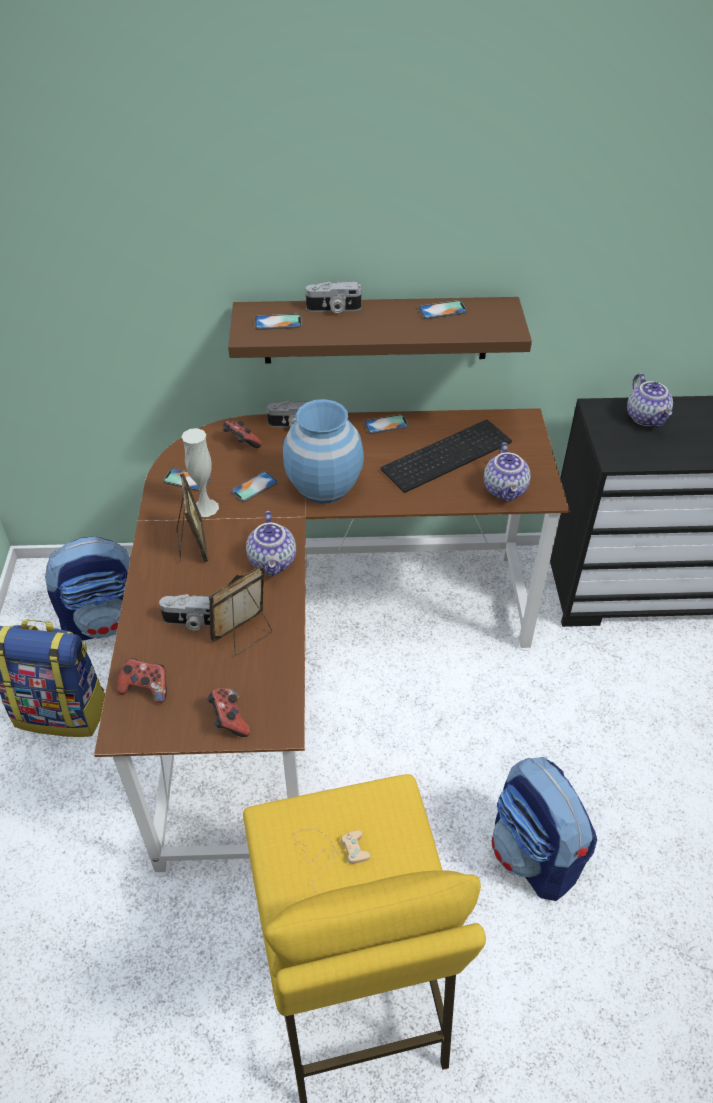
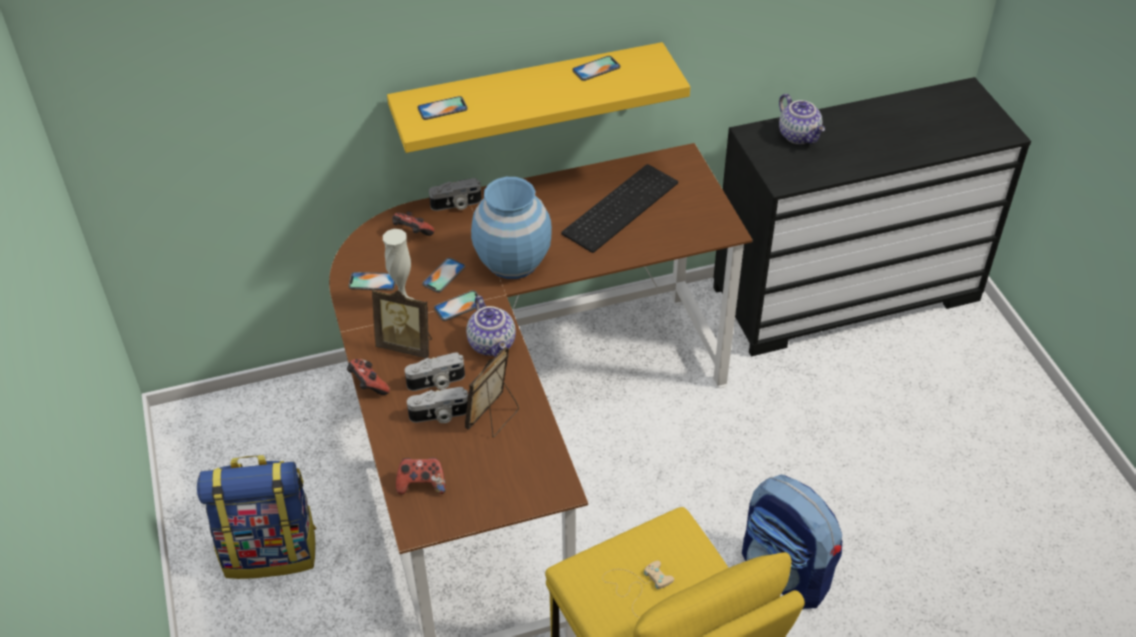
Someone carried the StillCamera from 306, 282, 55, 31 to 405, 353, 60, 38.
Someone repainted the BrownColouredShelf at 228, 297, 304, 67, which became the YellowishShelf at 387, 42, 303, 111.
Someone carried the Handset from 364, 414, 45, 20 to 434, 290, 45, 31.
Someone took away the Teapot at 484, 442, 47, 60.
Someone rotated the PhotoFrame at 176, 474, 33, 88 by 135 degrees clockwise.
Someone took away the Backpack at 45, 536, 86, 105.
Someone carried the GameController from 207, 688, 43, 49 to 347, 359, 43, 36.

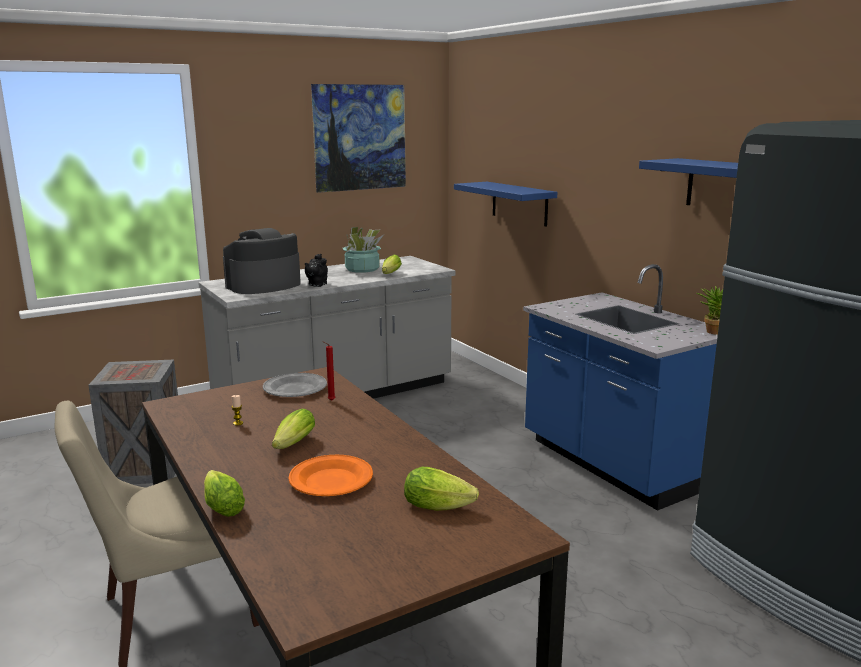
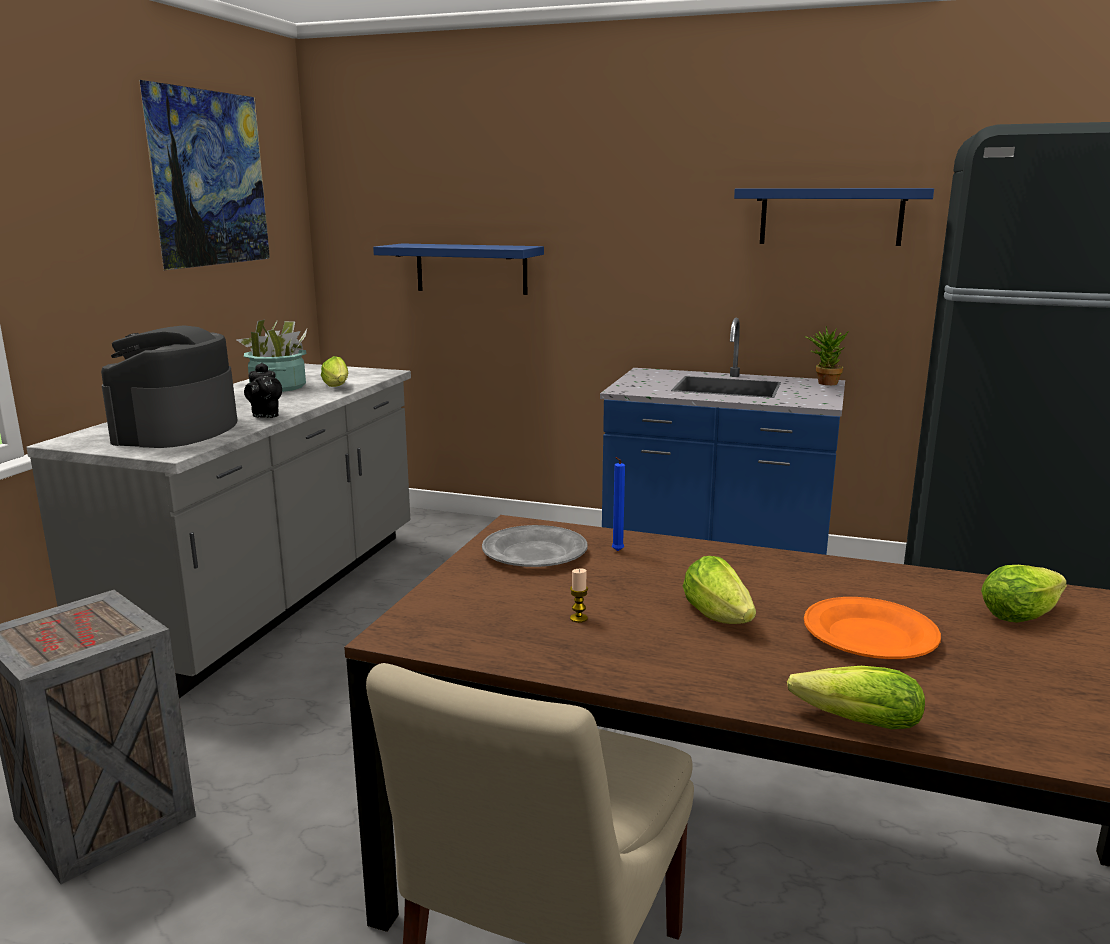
Someone repainted the ReddishWaxCandle at 322, 341, 13, 60, which became the BlueWaxCandle at 612, 457, 13, 94.

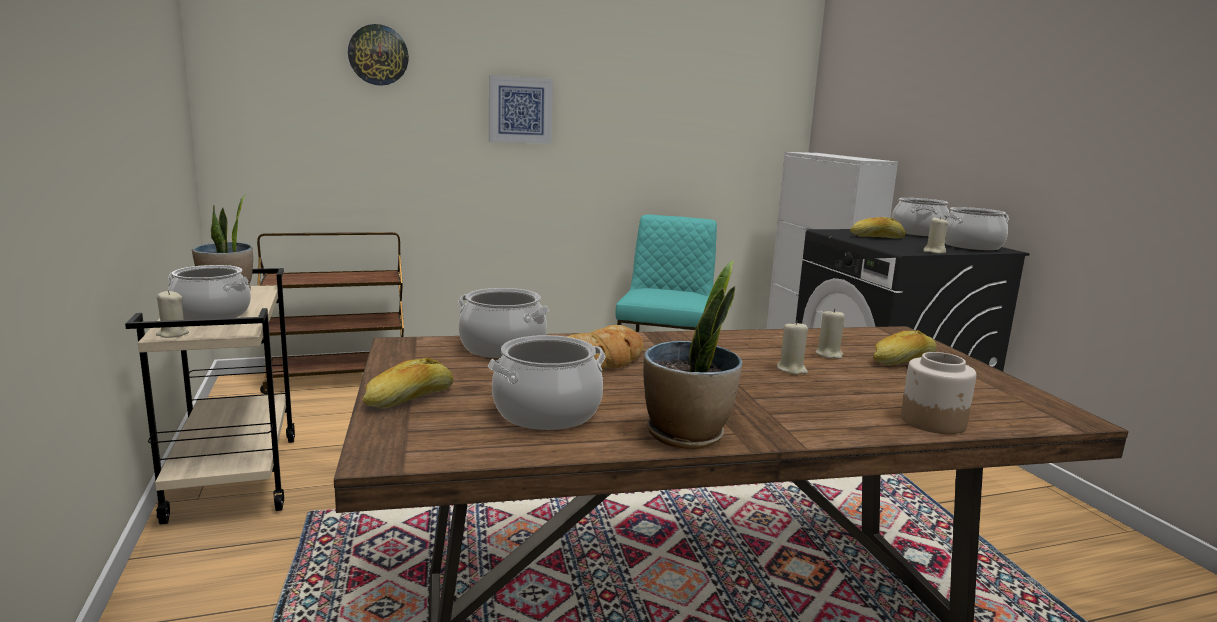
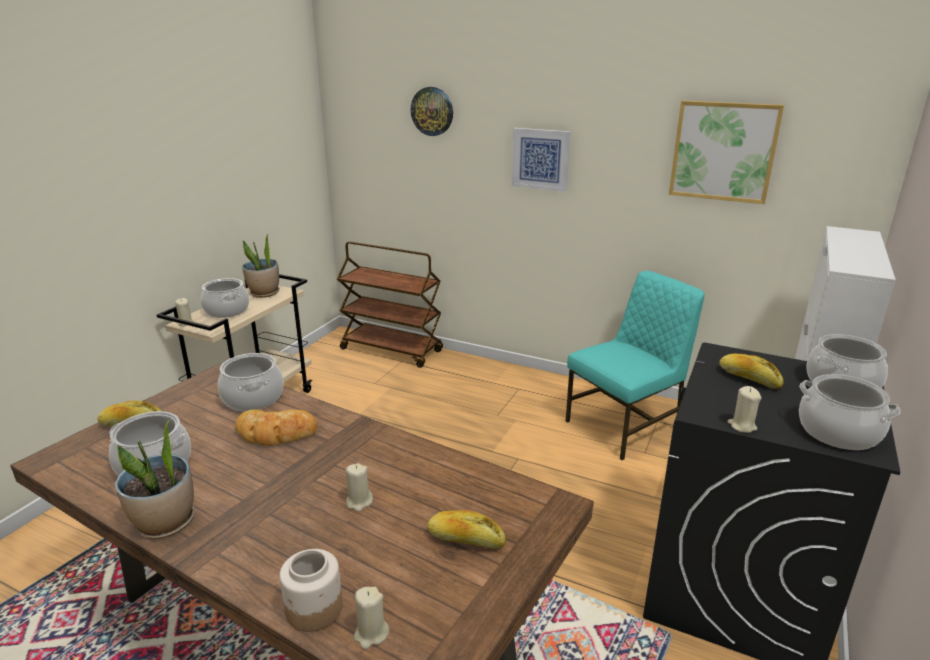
Someone carried the SandColouredWaxCandle from 816, 309, 29, 50 to 354, 587, 36, 62.
Someone put up the WallArt at 669, 101, 115, 103.

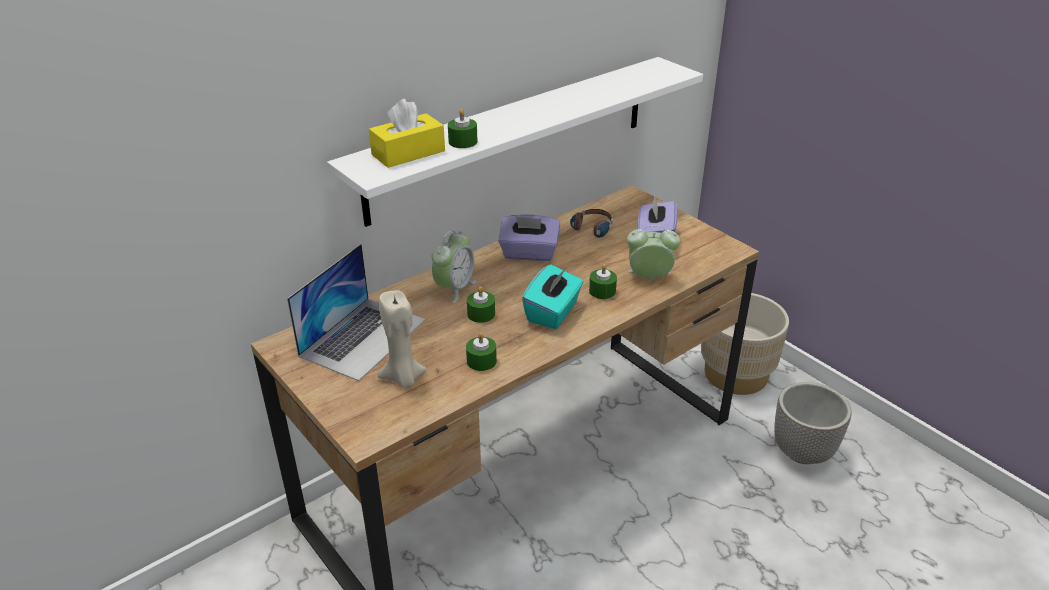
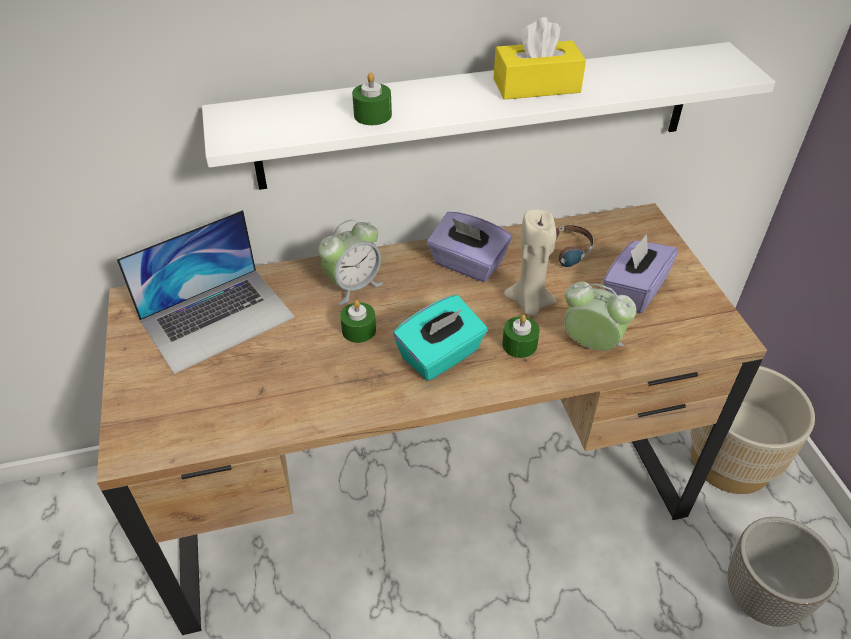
Someone carried the YellowishBoxOfTissues from 369, 99, 76, 69 to 494, 17, 92, 83.
Someone carried the SandColouredWaxCandle from 377, 291, 50, 96 to 504, 209, 53, 107.
Someone took away the GreenishWaxCandle at 466, 333, 31, 38.

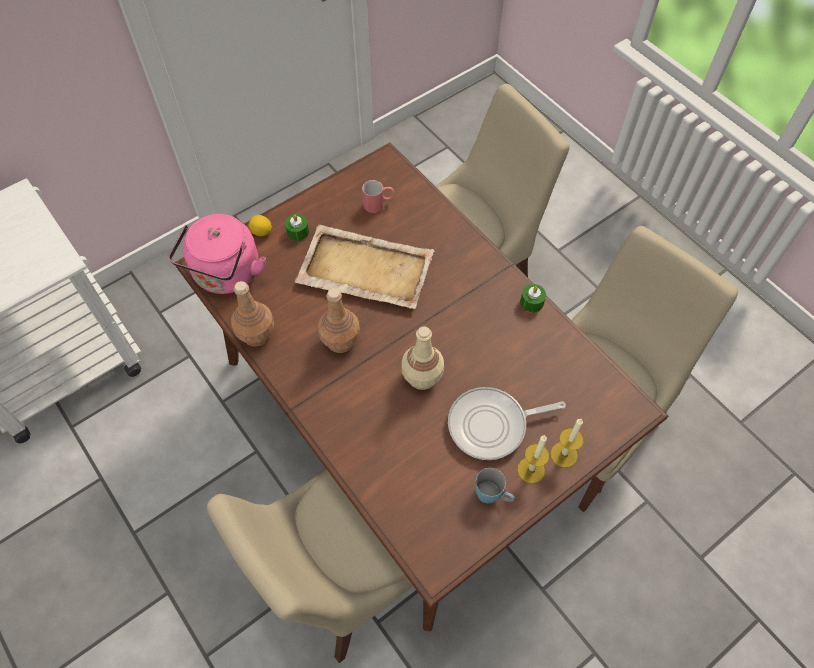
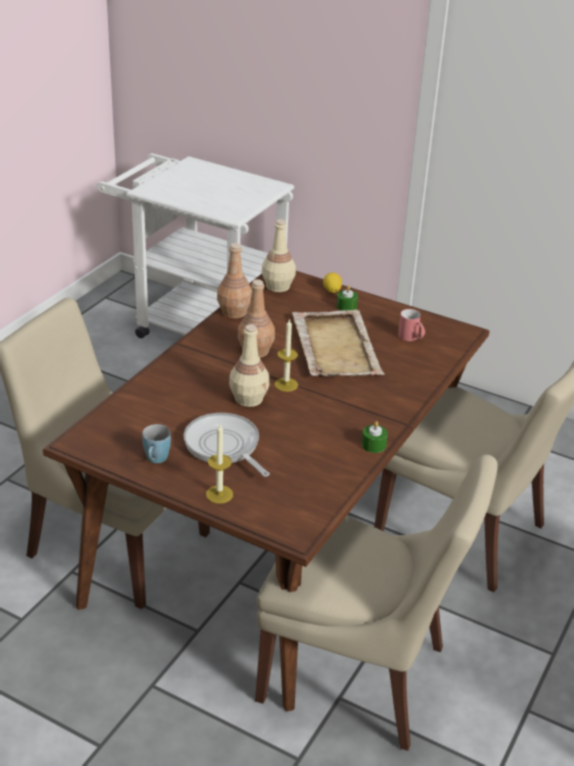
Someone swapped the PinkishWaterKettle at 168, 214, 98, 80 for the SandColouredDrinkBottle at 262, 219, 34, 73.
Someone carried the WaxCandle from 517, 435, 32, 49 to 274, 318, 24, 74.

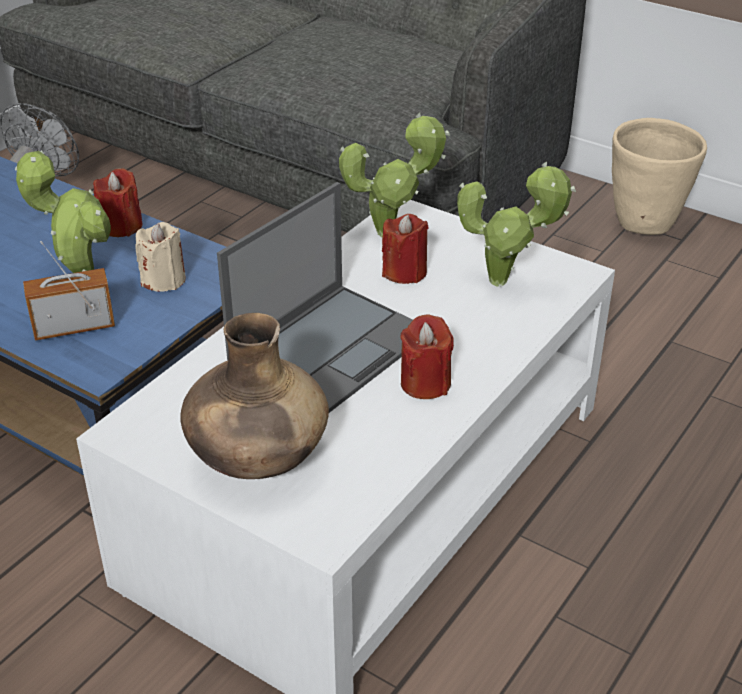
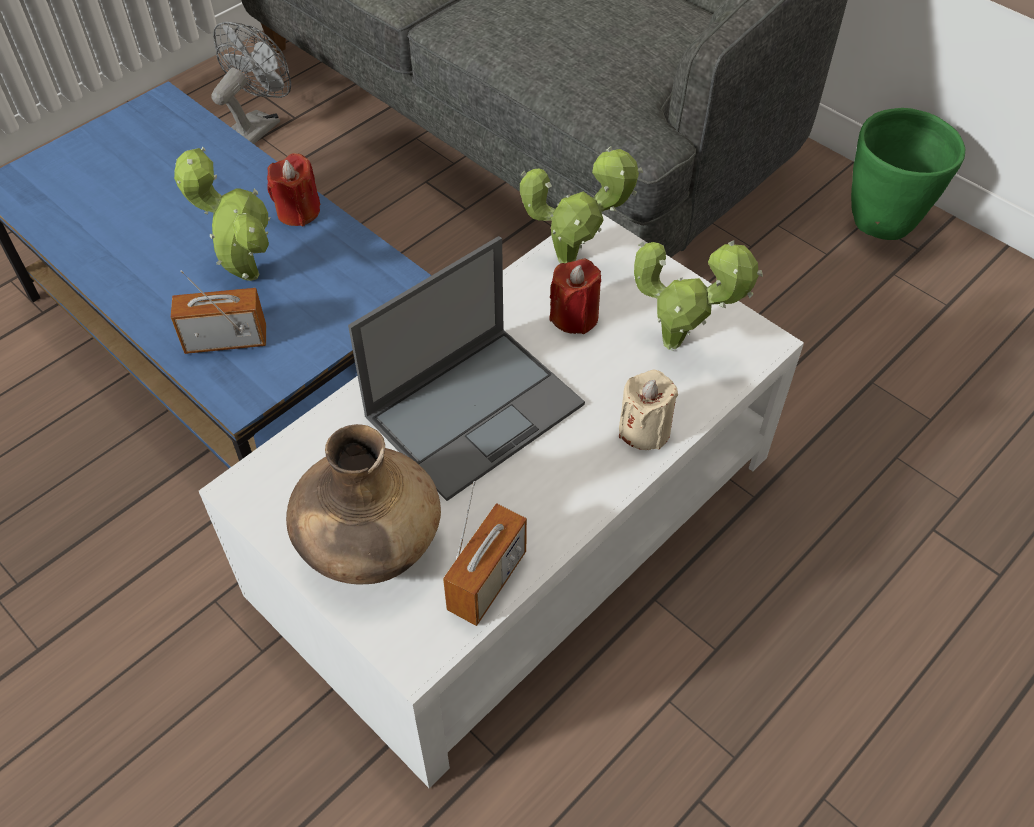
Someone repainted the SandColouredPlanter at 612, 118, 95, 117, which became the GreenishPlanter at 851, 108, 114, 132.
Someone carried the SandColouredWaxCandle from 135, 222, 51, 70 to 619, 370, 59, 80.
Someone took away the ReddishWaxCandle at 401, 314, 53, 85.
Someone put down the RadioReceiver at 443, 481, 84, 145.

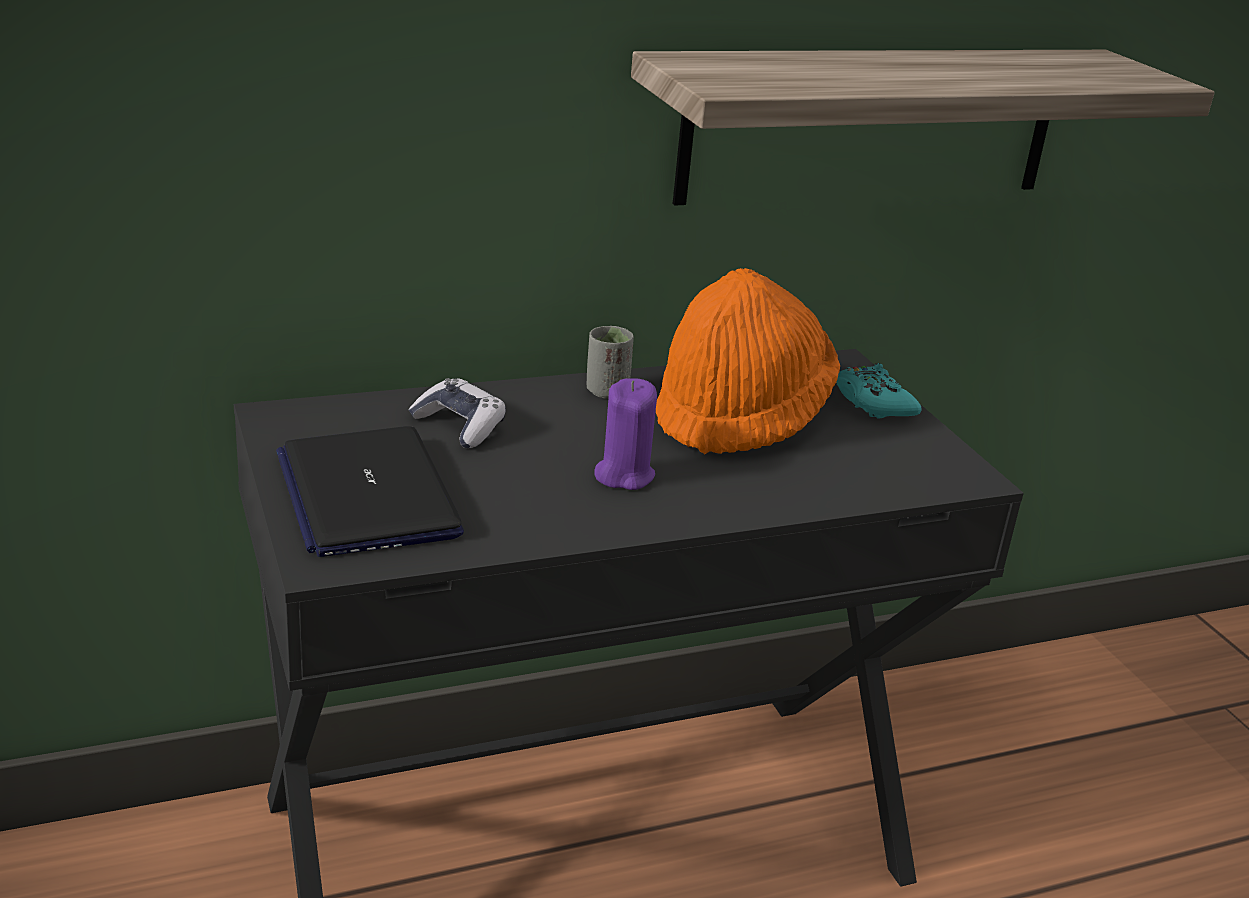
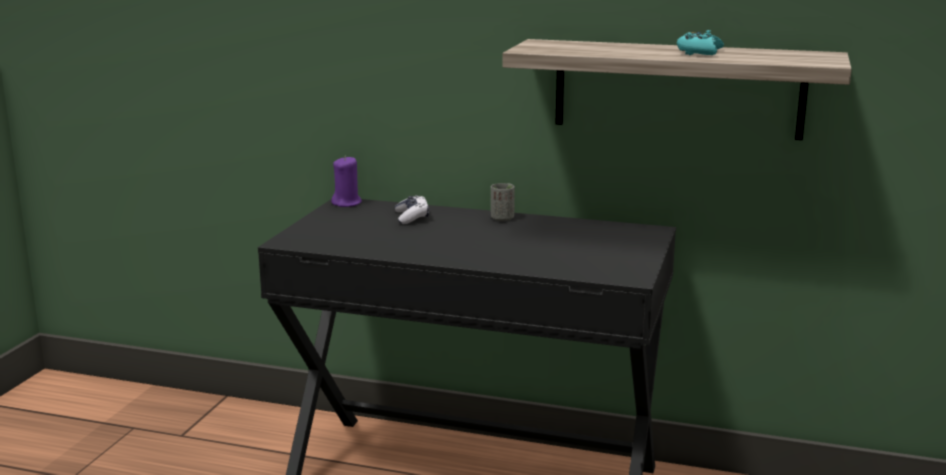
Someone took away the OrangeyWearableHat at 656, 268, 184, 186.
Someone carried the BlueGreenGameController from 836, 363, 86, 56 to 677, 30, 47, 25.
Someone carried the PurpleWaxCandle from 594, 378, 63, 112 to 331, 156, 31, 51.
Someone took away the Laptop at 276, 426, 188, 131.

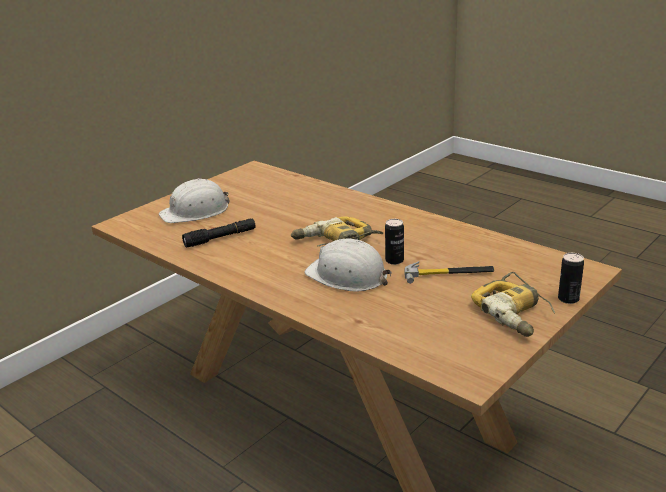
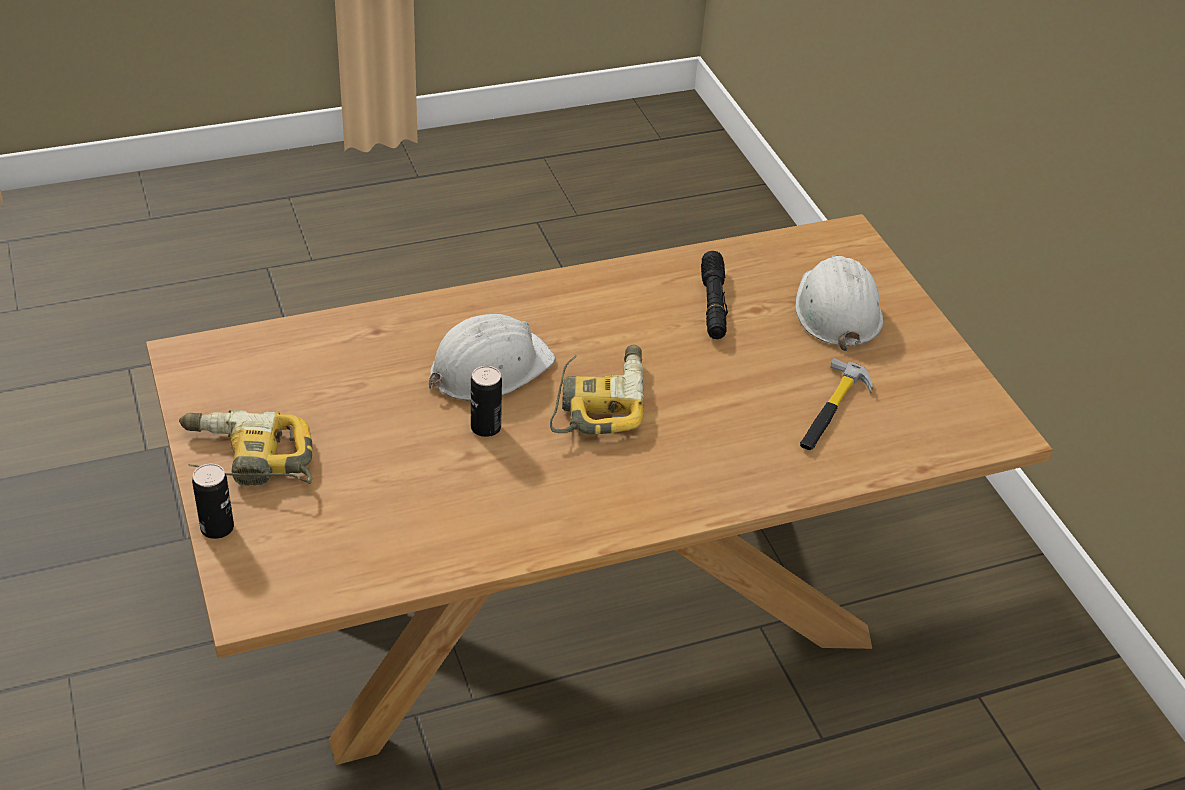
Someone carried the Hammer from 405, 261, 89, 23 to 800, 358, 73, 92.

